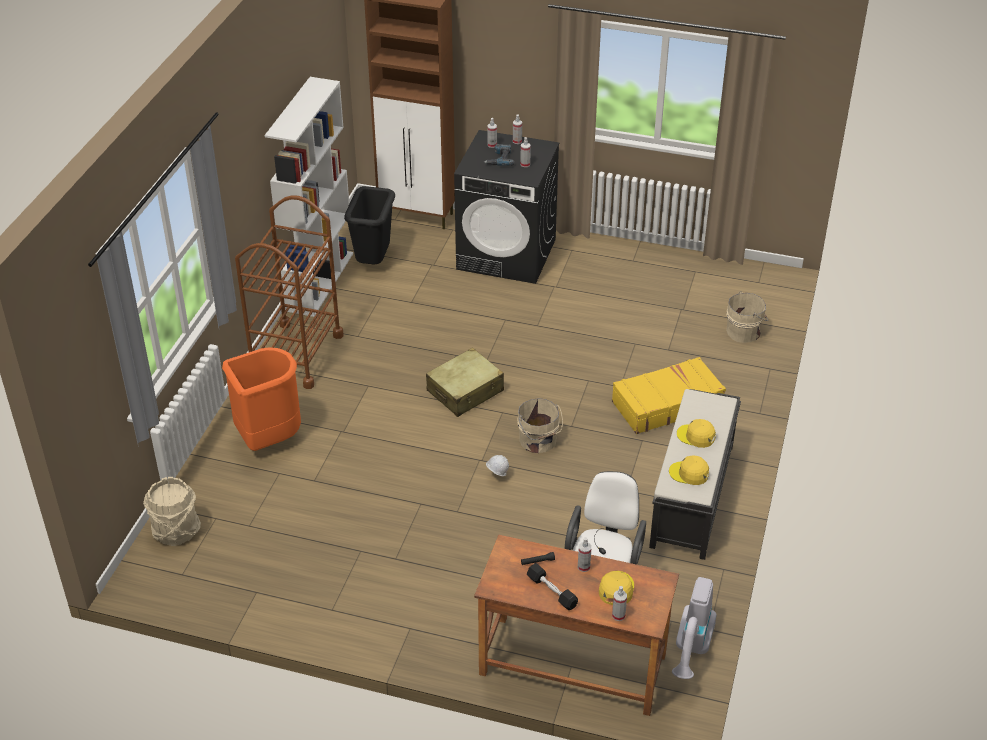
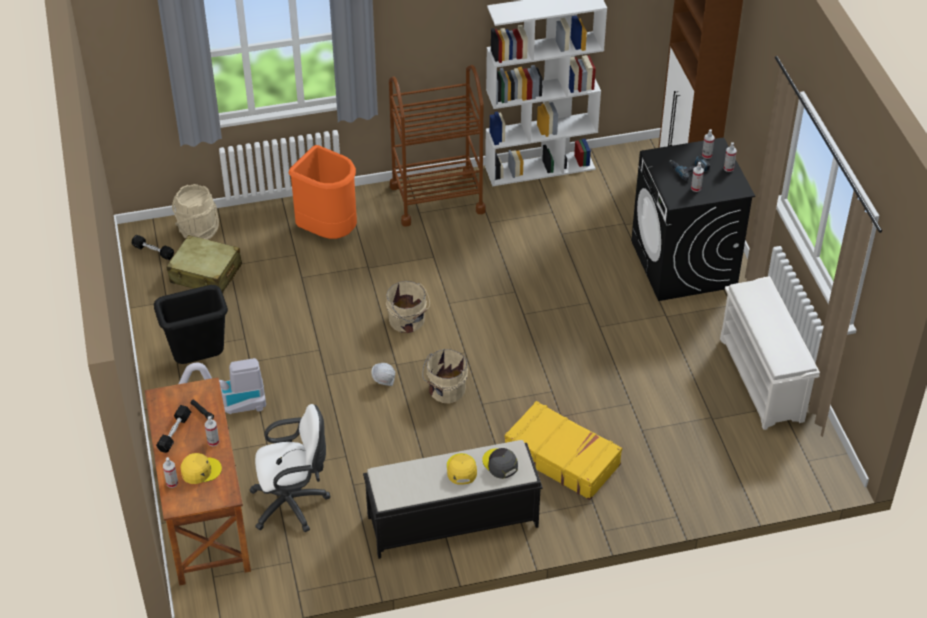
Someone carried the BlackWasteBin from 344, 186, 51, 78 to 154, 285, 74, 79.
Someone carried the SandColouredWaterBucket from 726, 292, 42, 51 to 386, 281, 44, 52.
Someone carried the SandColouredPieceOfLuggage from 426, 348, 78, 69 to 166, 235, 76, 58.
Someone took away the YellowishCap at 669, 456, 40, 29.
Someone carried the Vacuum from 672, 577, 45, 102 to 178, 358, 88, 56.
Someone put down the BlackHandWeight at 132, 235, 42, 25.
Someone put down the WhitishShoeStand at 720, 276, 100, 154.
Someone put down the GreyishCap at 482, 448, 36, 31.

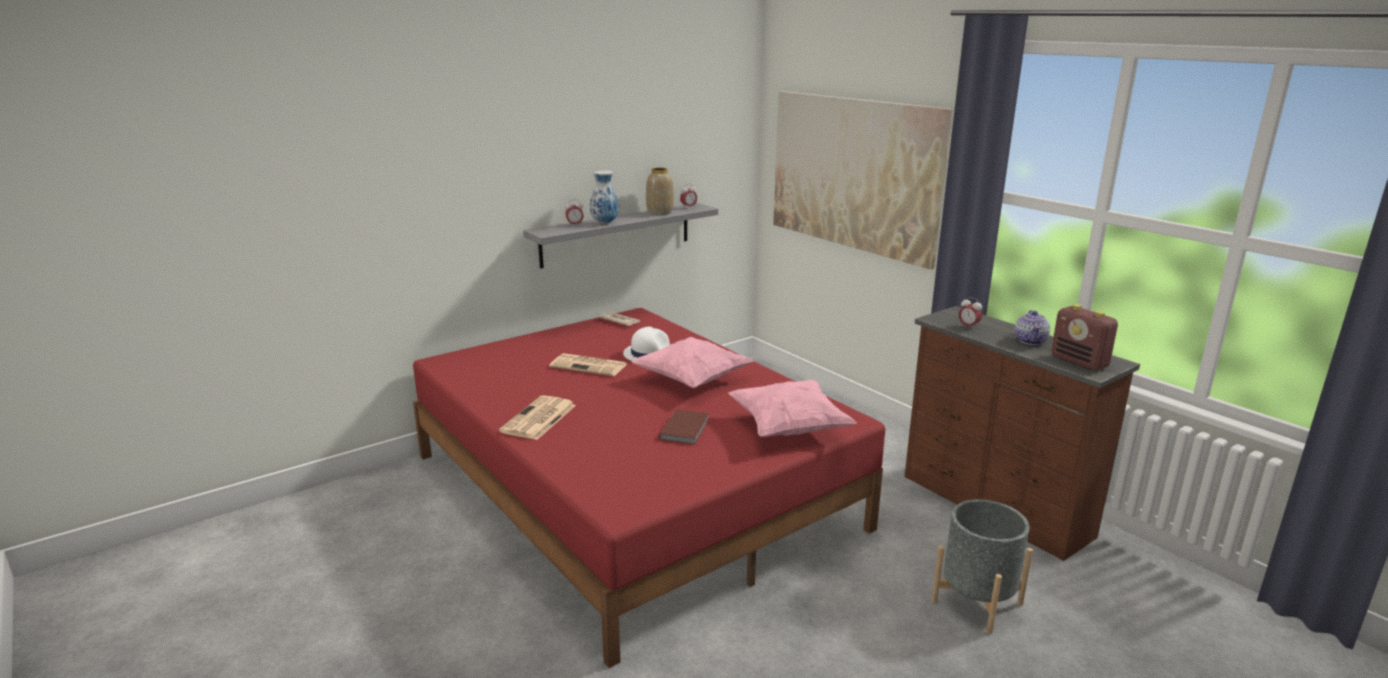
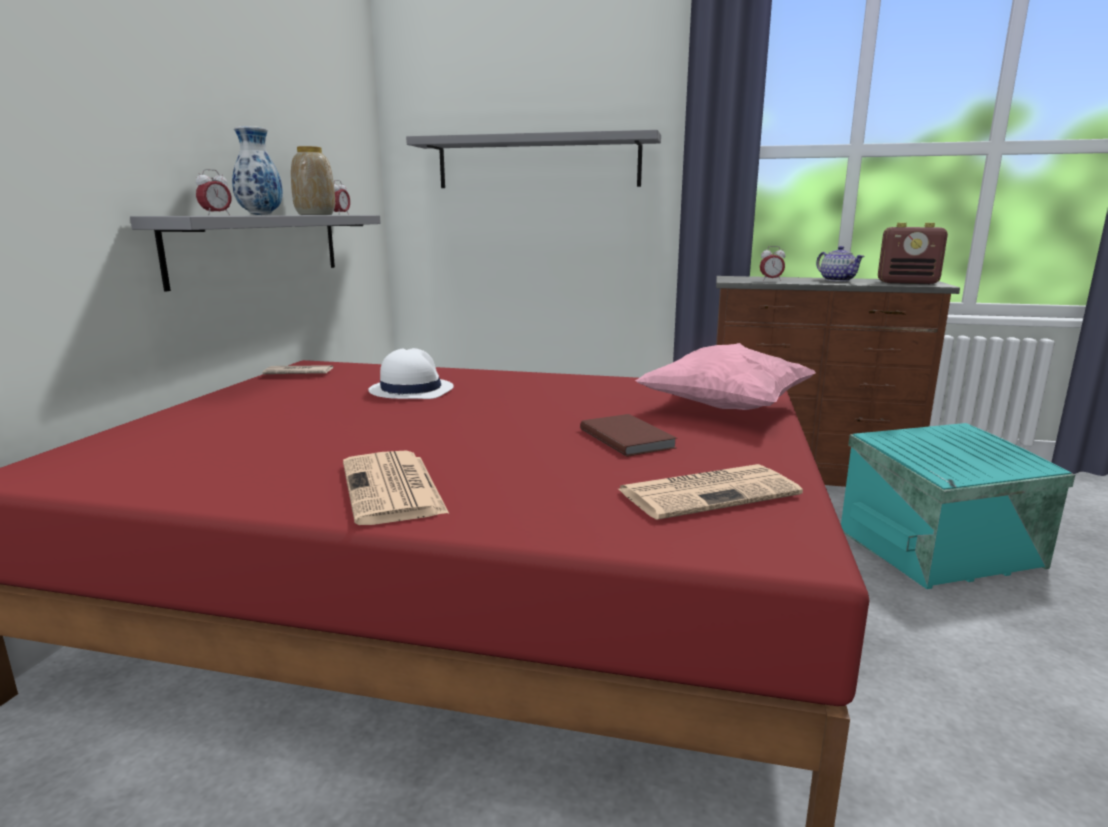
Someone swapped the WallArt at 773, 91, 179, 179 for the GreyishShelf at 406, 130, 255, 58.
Someone took away the PinkishCushion at 631, 337, 123, 52.
Someone carried the DailyPaper from 549, 353, 78, 23 to 618, 464, 185, 56.
Someone swapped the GreyishPlanter at 931, 499, 102, 135 for the BlueGreenStorageBin at 841, 423, 234, 166.

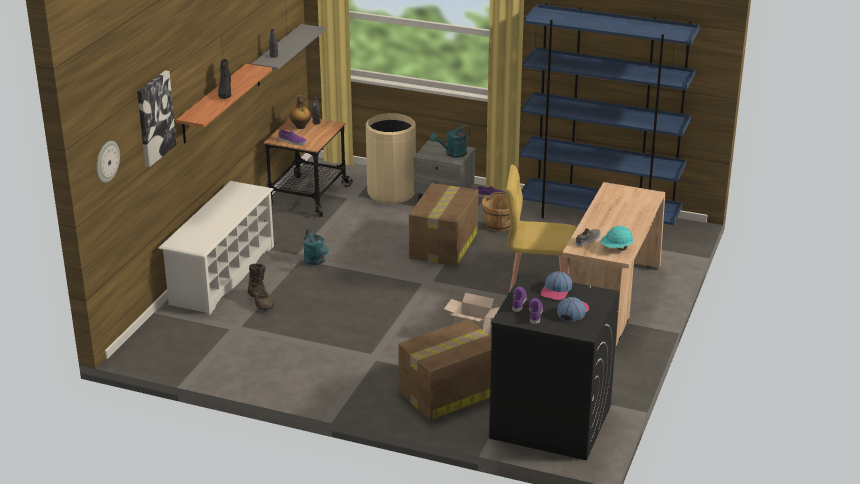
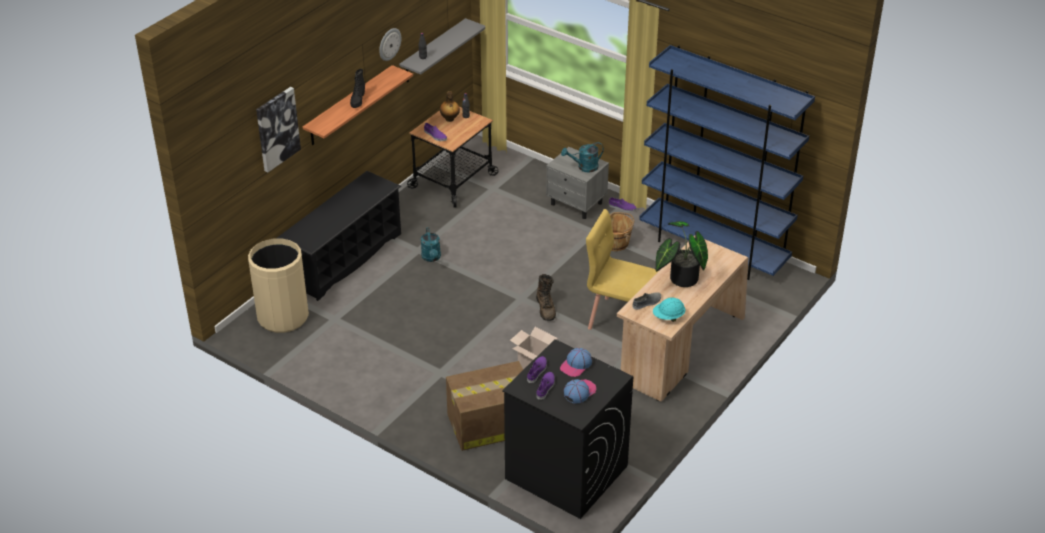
Someone carried the SandColouredWasteBin from 366, 113, 50, 91 to 248, 238, 61, 95.
Someone carried the WallClock from 97, 141, 23, 42 to 379, 28, 22, 33.
Someone repainted the WhitishShoeStand at 158, 181, 116, 134, which became the BlackShoeStand at 277, 171, 124, 130.
Someone took away the PackingBox at 409, 183, 70, 83.
Someone carried the BrownColouredBoot from 248, 264, 26, 46 to 536, 274, 20, 47.
Someone put down the PottedPlant at 656, 221, 52, 66.

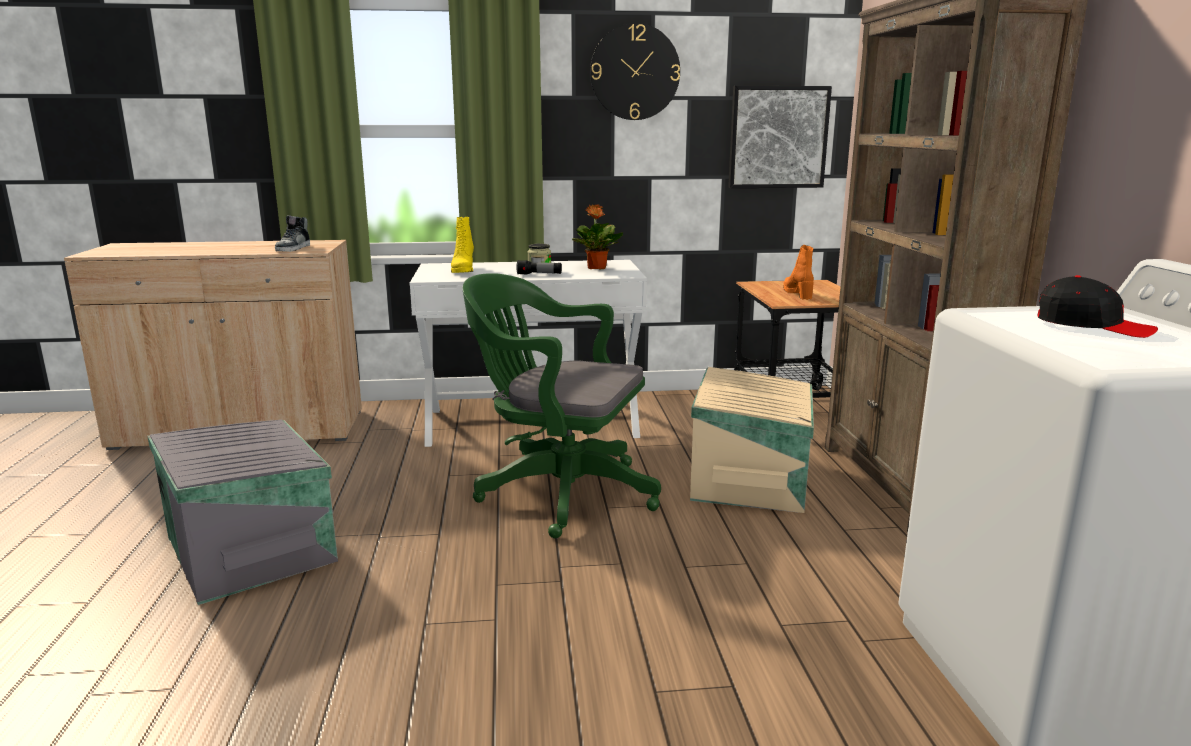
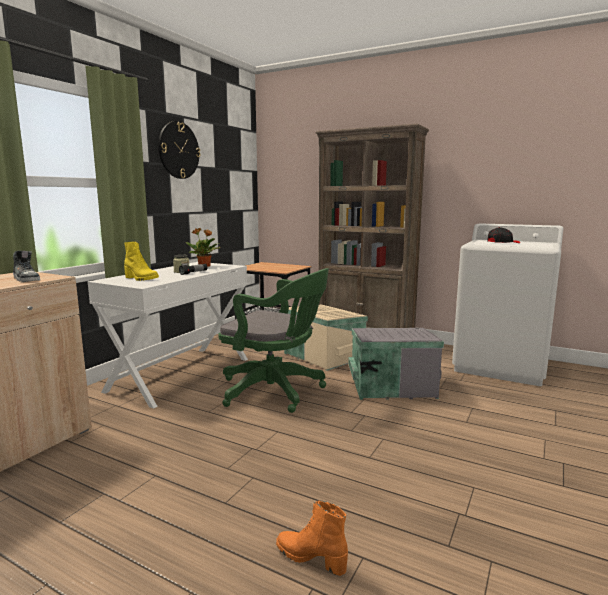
Someone took away the WallArt at 728, 86, 104, 102.
Someone carried the OrangeyBoot from 783, 245, 31, 55 to 276, 501, 72, 75.
Someone rotated the GreenishDeskChair at 462, 273, 199, 265 by 120 degrees counterclockwise.
Someone carried the GreyishStorageBin from 147, 420, 191, 185 to 348, 328, 96, 72.

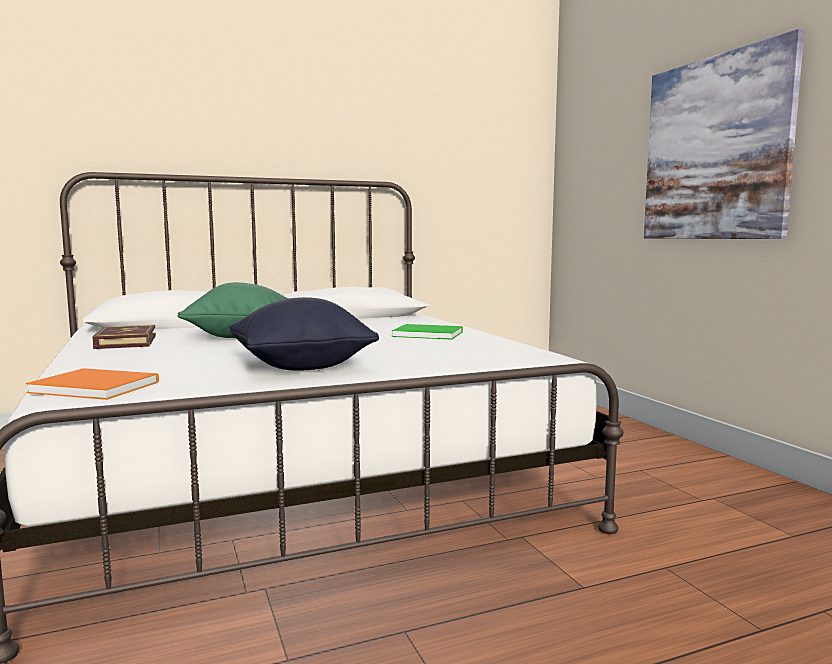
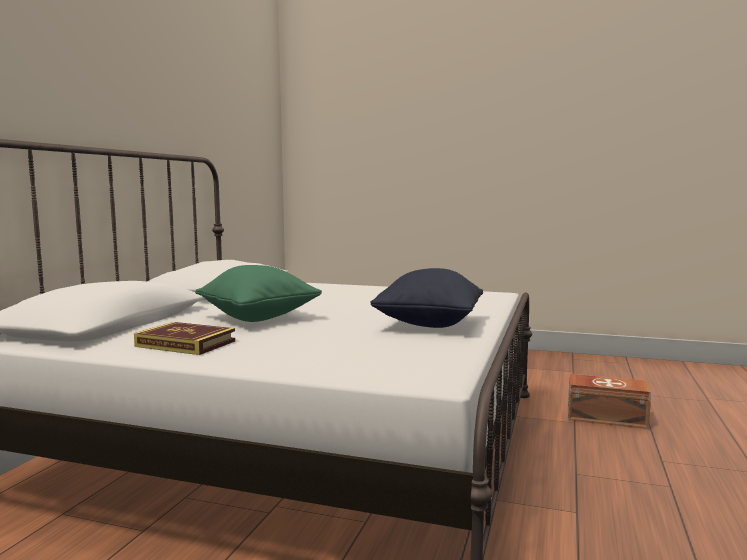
Someone took away the WallArt at 644, 29, 160, 210.
Someone took away the GreenishBoundBook at 392, 324, 71, 16.
Someone took away the OrangeyBoundBook at 26, 368, 133, 32.
Someone put down the BrownColouredStorageBin at 568, 374, 83, 55.

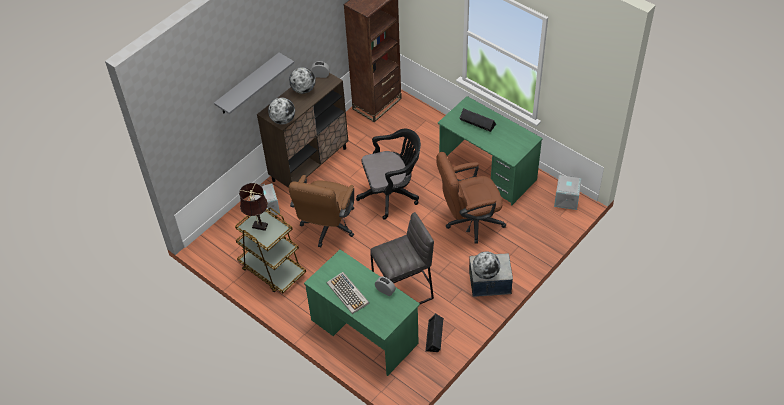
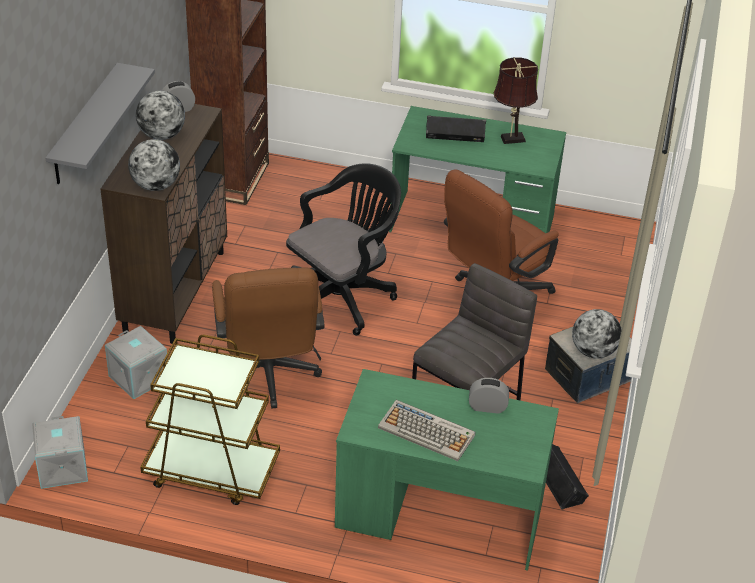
Someone carried the GreyishStorageBin from 554, 175, 28, 35 to 32, 416, 56, 73.
Someone carried the BrownColouredTabletopLamp from 239, 183, 29, 48 to 494, 57, 44, 87.

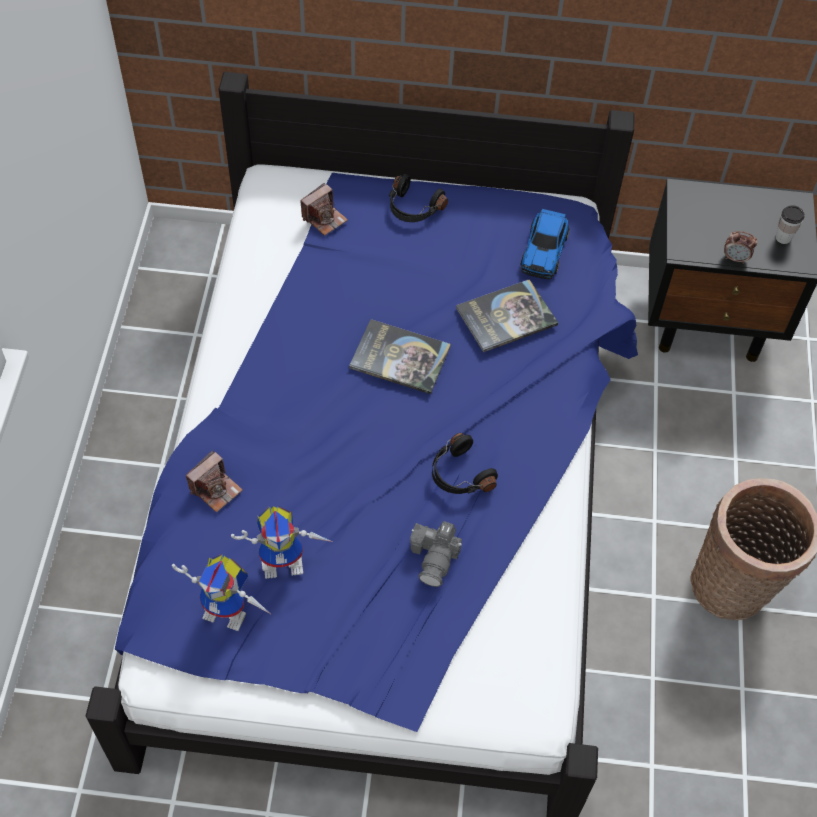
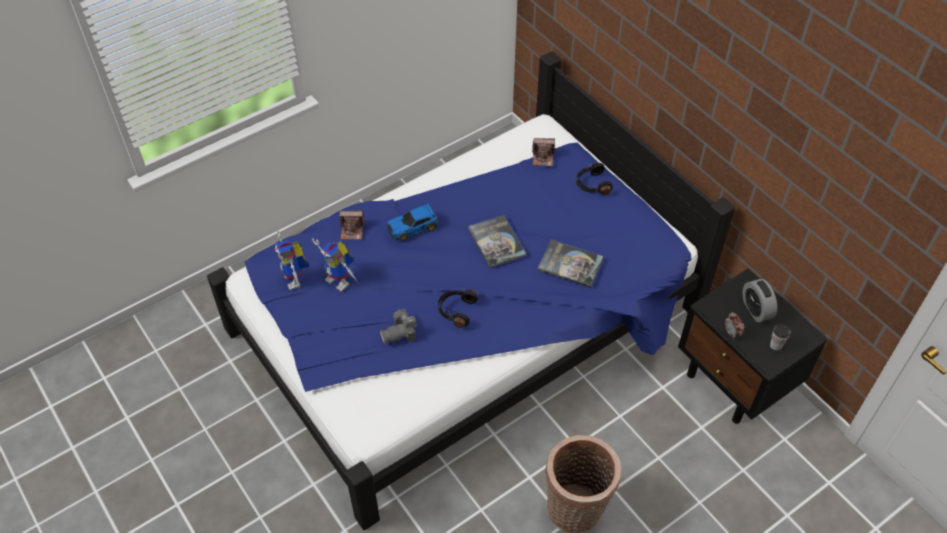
Someone carried the MiniatureCar from 521, 208, 49, 71 to 387, 203, 51, 38.
Someone put down the AlarmClock at 743, 279, 34, 43.

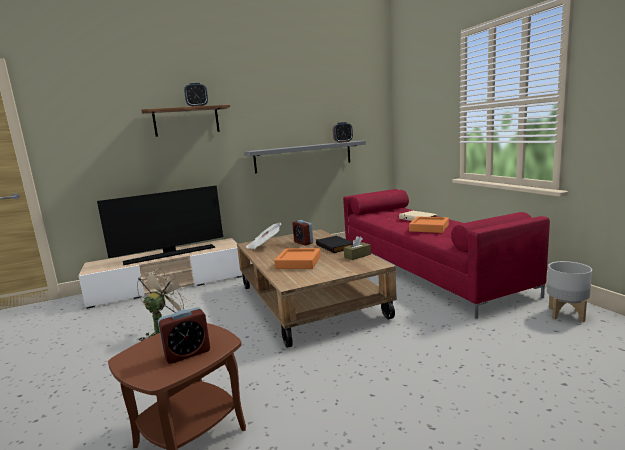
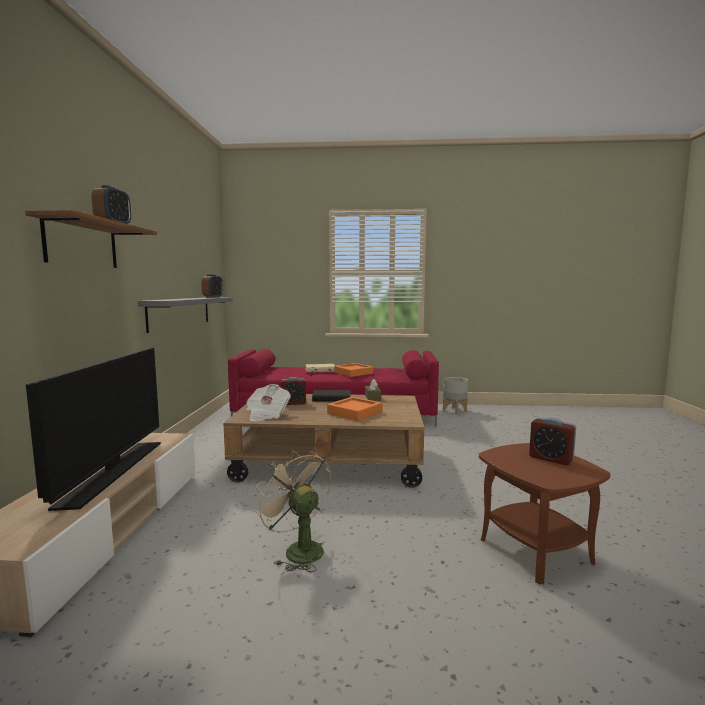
Someone rotated the AlarmClock at 158, 307, 52, 57 by 135 degrees clockwise.

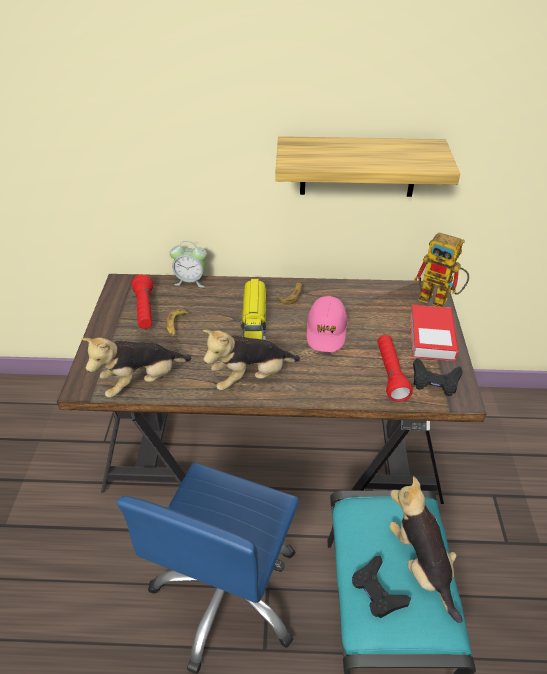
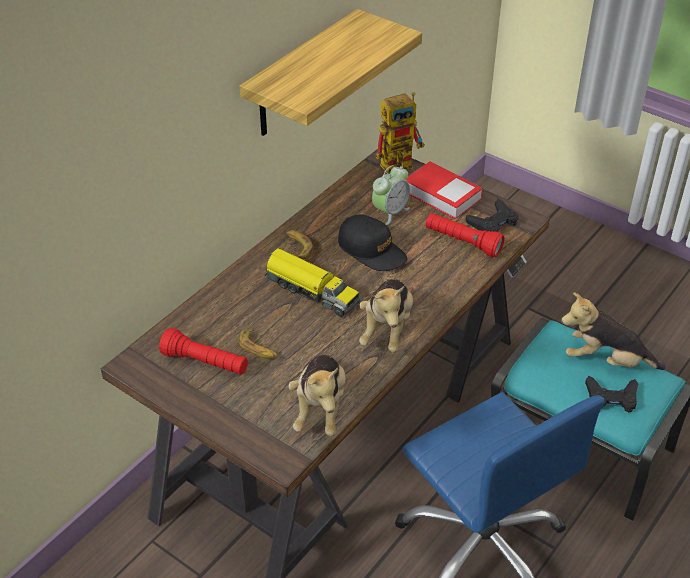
Someone carried the AlarmClock from 170, 241, 37, 46 to 372, 165, 38, 60.
Someone repainted the PinkishCap at 307, 296, 40, 56, which became the BlackCap at 338, 214, 70, 57.

